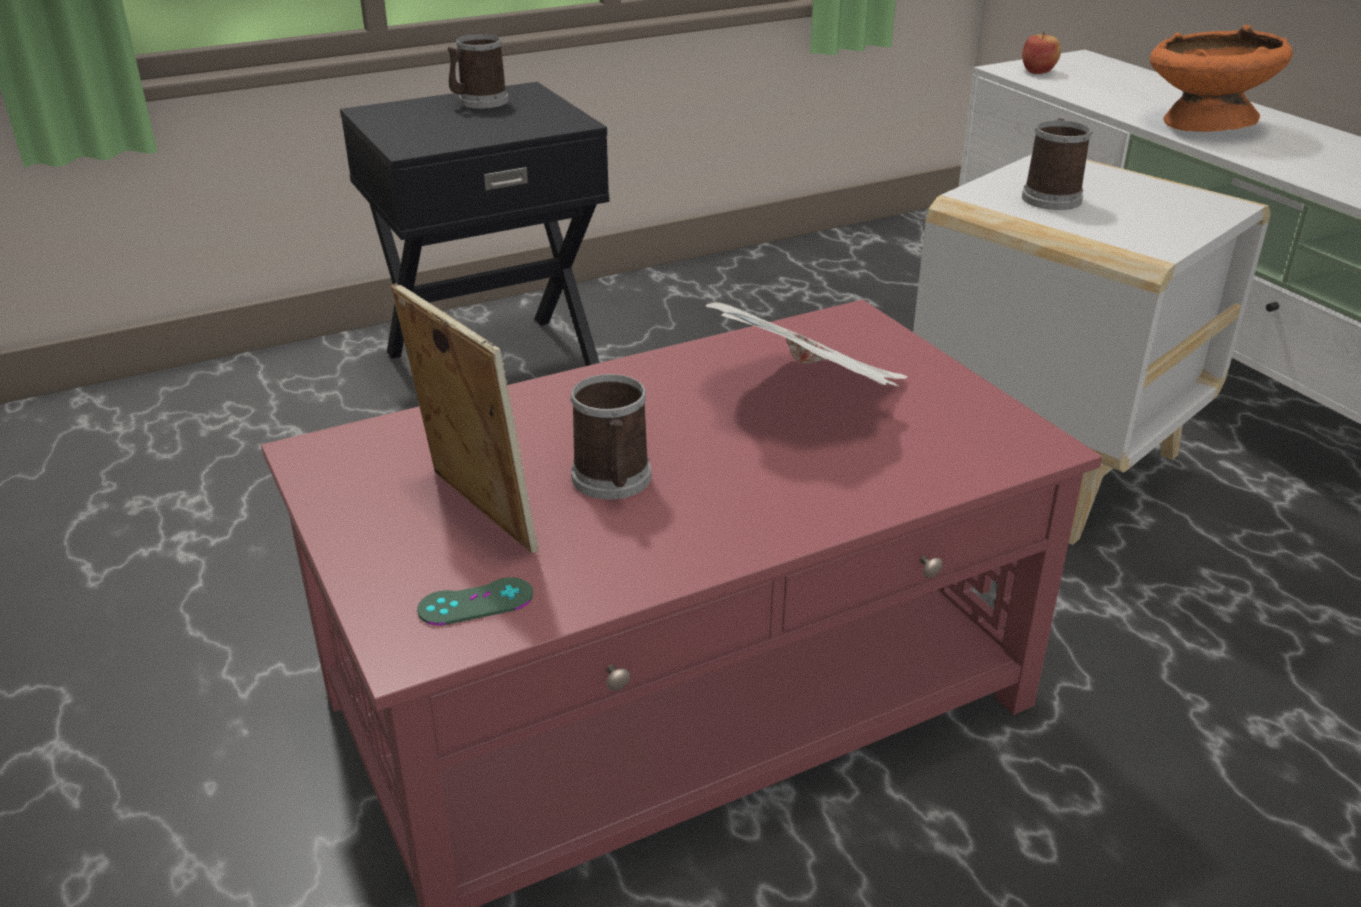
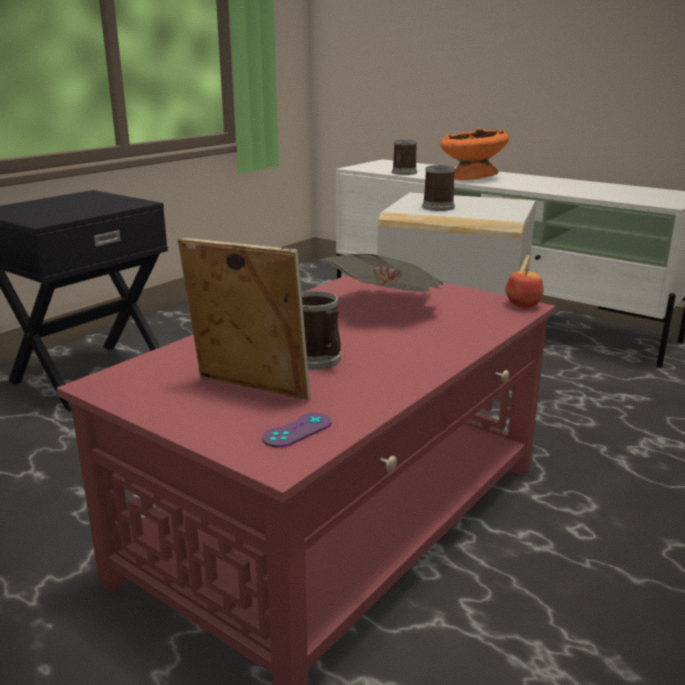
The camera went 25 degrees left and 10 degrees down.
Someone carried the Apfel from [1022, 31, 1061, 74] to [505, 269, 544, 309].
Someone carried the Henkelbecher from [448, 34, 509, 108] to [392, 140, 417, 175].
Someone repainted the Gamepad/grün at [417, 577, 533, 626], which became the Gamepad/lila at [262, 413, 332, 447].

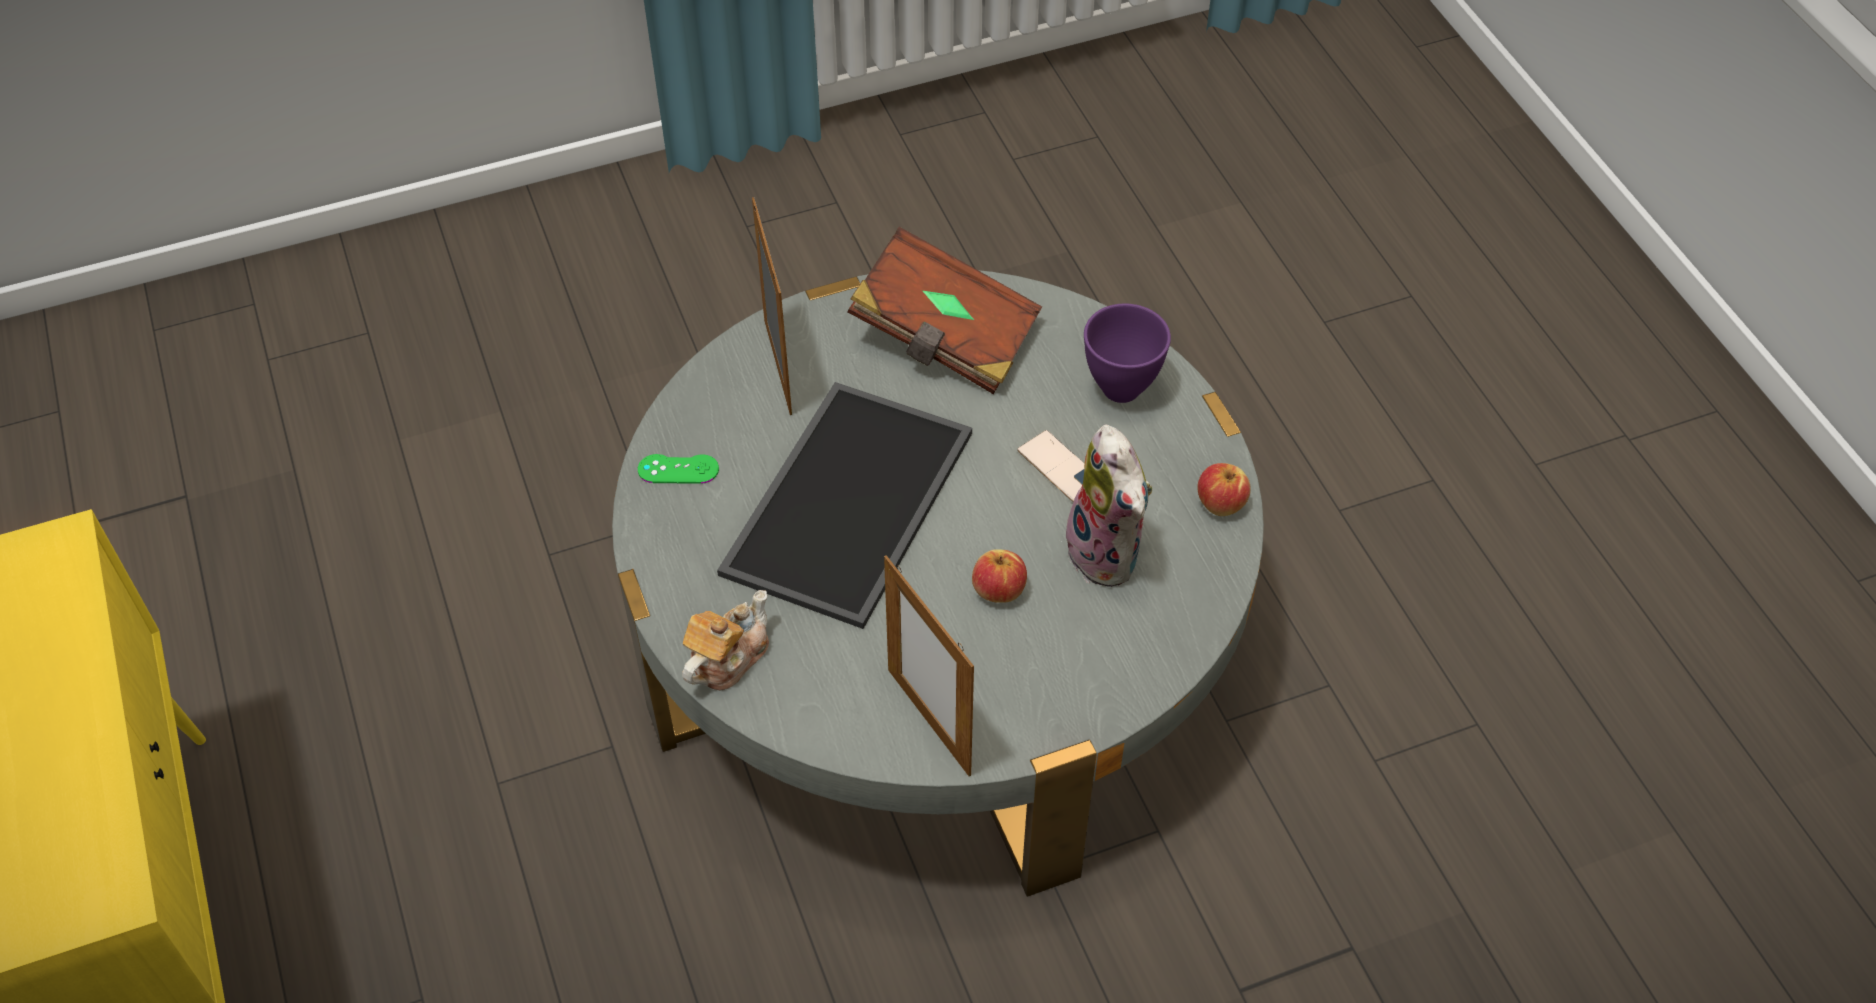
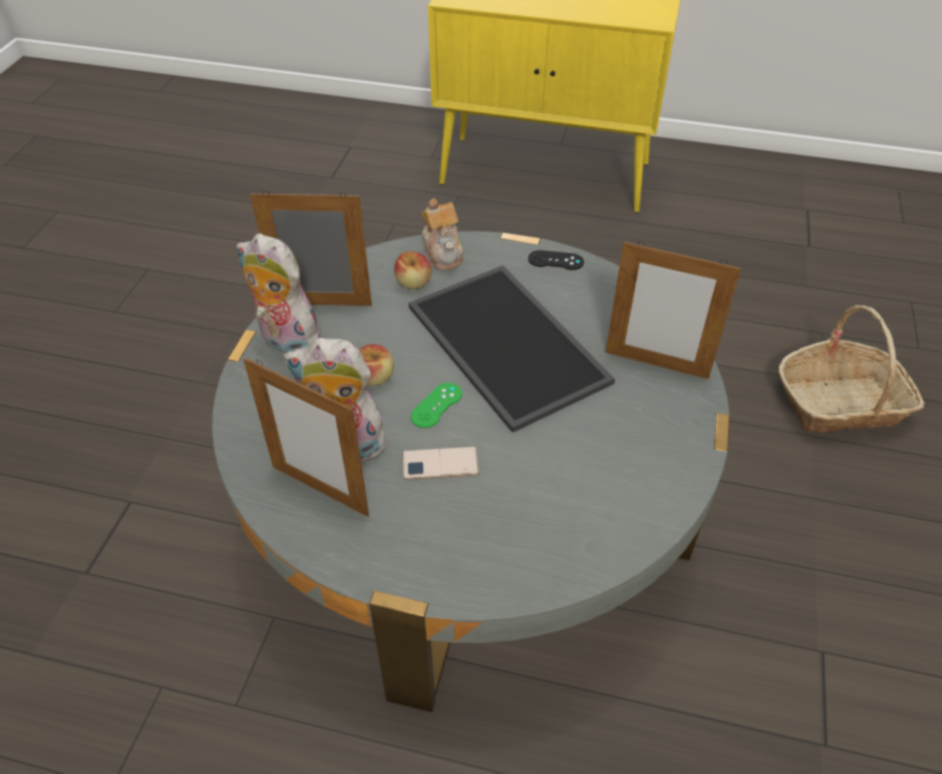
The camera went 125 degrees right and 5 degrees down.
Someone took away the Buch/braun at [848, 227, 1042, 394].
Someone took away the Schüssel/lila at [1084, 304, 1171, 403].
Someone carried the Gamepad/grün from [638, 454, 719, 484] to [411, 383, 462, 428].
Someone carried the Apfel from [1197, 463, 1251, 516] to [394, 252, 432, 289].
Someone put down the Plüschtier at [236, 233, 321, 357].
Someone put down the Gamepad/schwarz at [528, 250, 584, 270].
Someone put down the Korb at [779, 305, 925, 433].
Someone put down the Bilderrahmen at [243, 357, 369, 517].

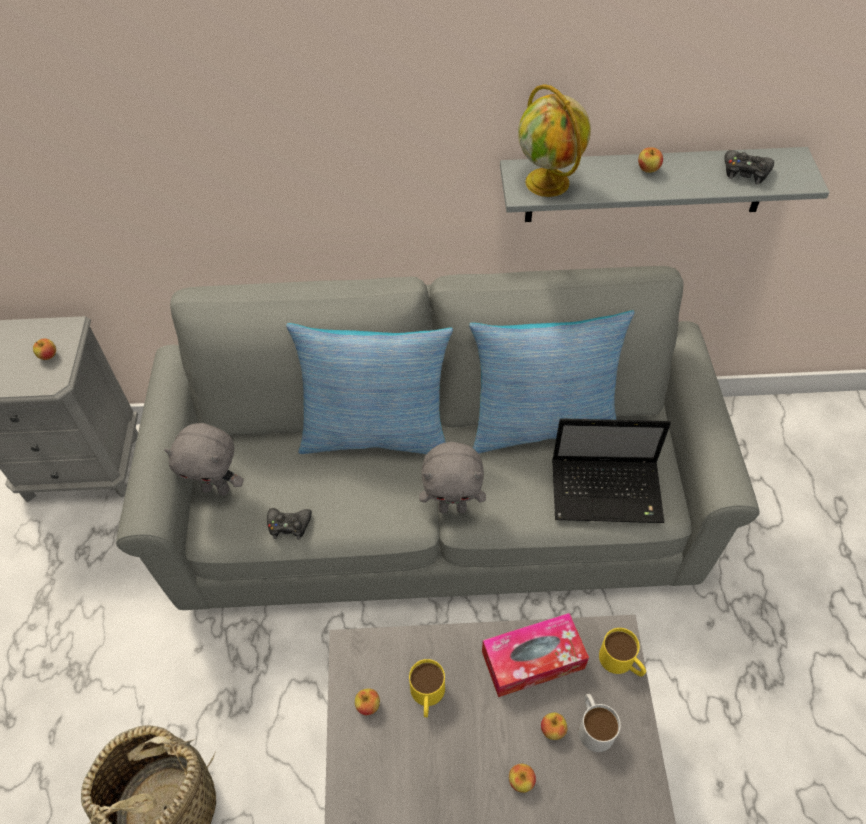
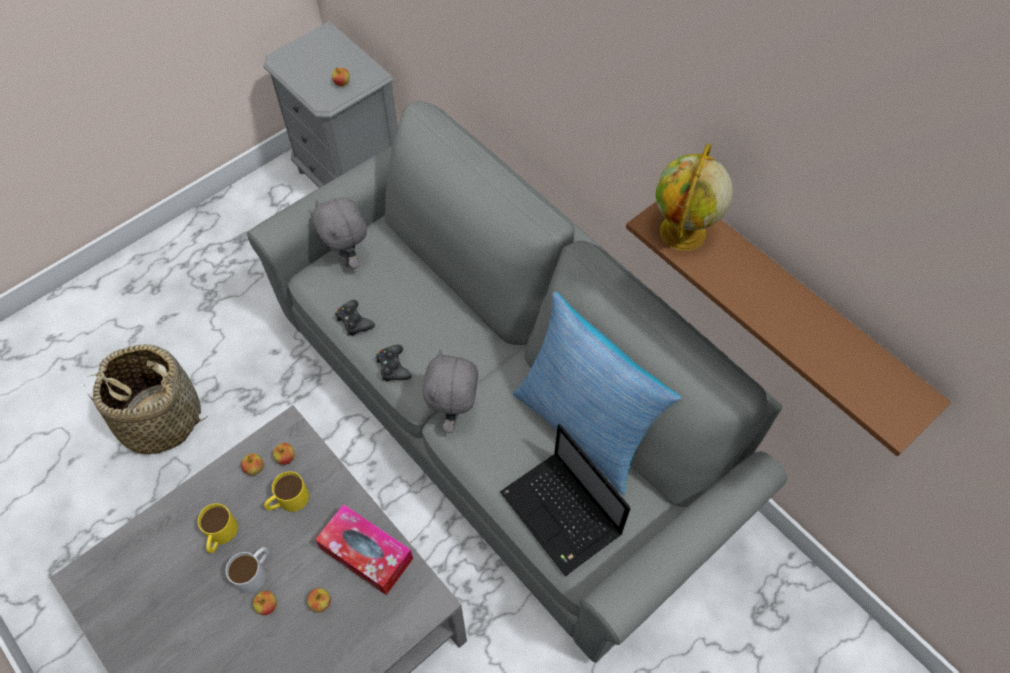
The camera went 50 degrees right and 5 degrees up.
Someone repainted the Wandregal/grau at [500, 147, 829, 222], which became the Wandregal/braun at [626, 201, 951, 456].
Someone carried the Apfel from [638, 147, 663, 173] to [273, 443, 295, 465].
Someone carried the Gamepad/schwarz from [724, 150, 774, 185] to [376, 345, 412, 381].
Someone took away the Kissen at [286, 323, 453, 454].
Someone rotated the Plüschtier/grau at [419, 442, 486, 513] by 45 degrees clockwise.
Someone carried the Henkelbecher/gelb from [599, 628, 646, 677] to [198, 503, 238, 553].
Someone carried the Henkelbecher/weiß from [579, 694, 621, 752] to [226, 547, 269, 593].

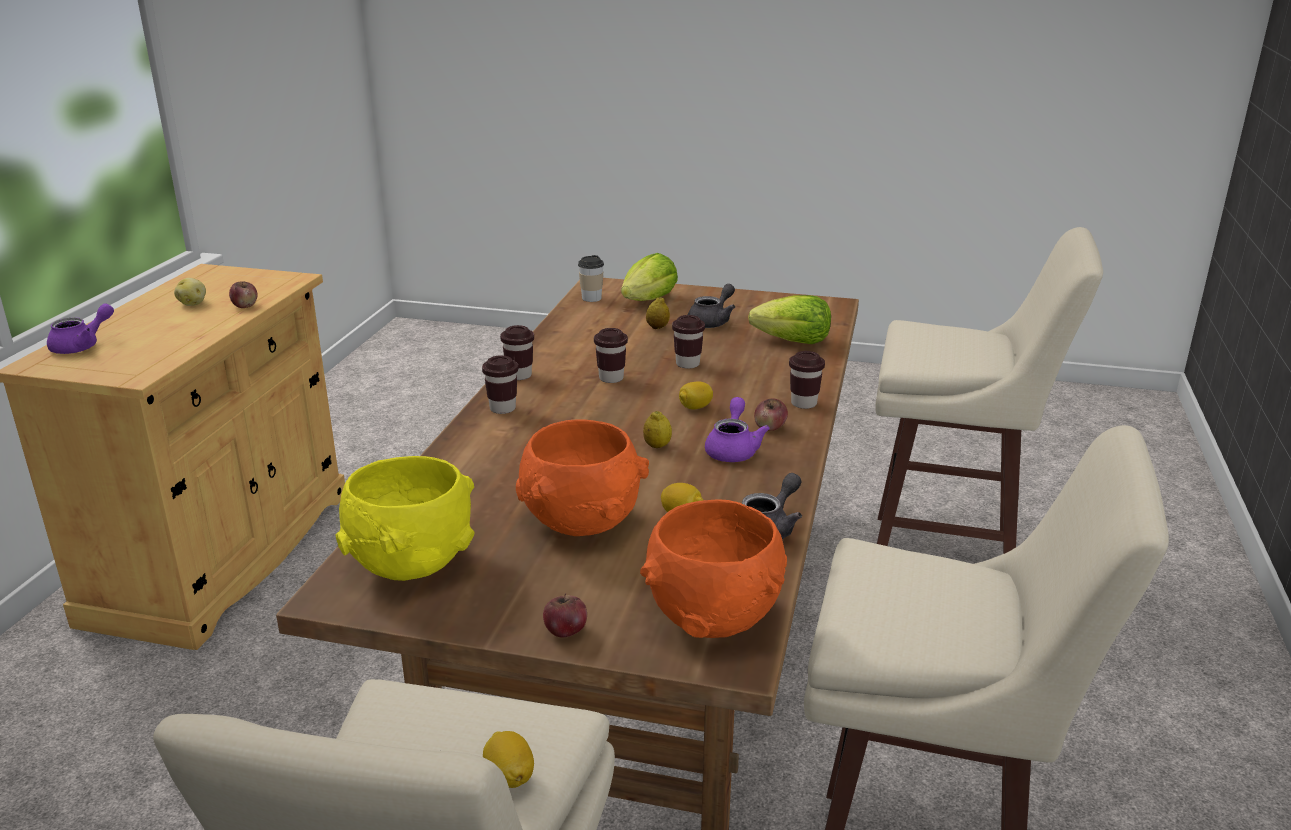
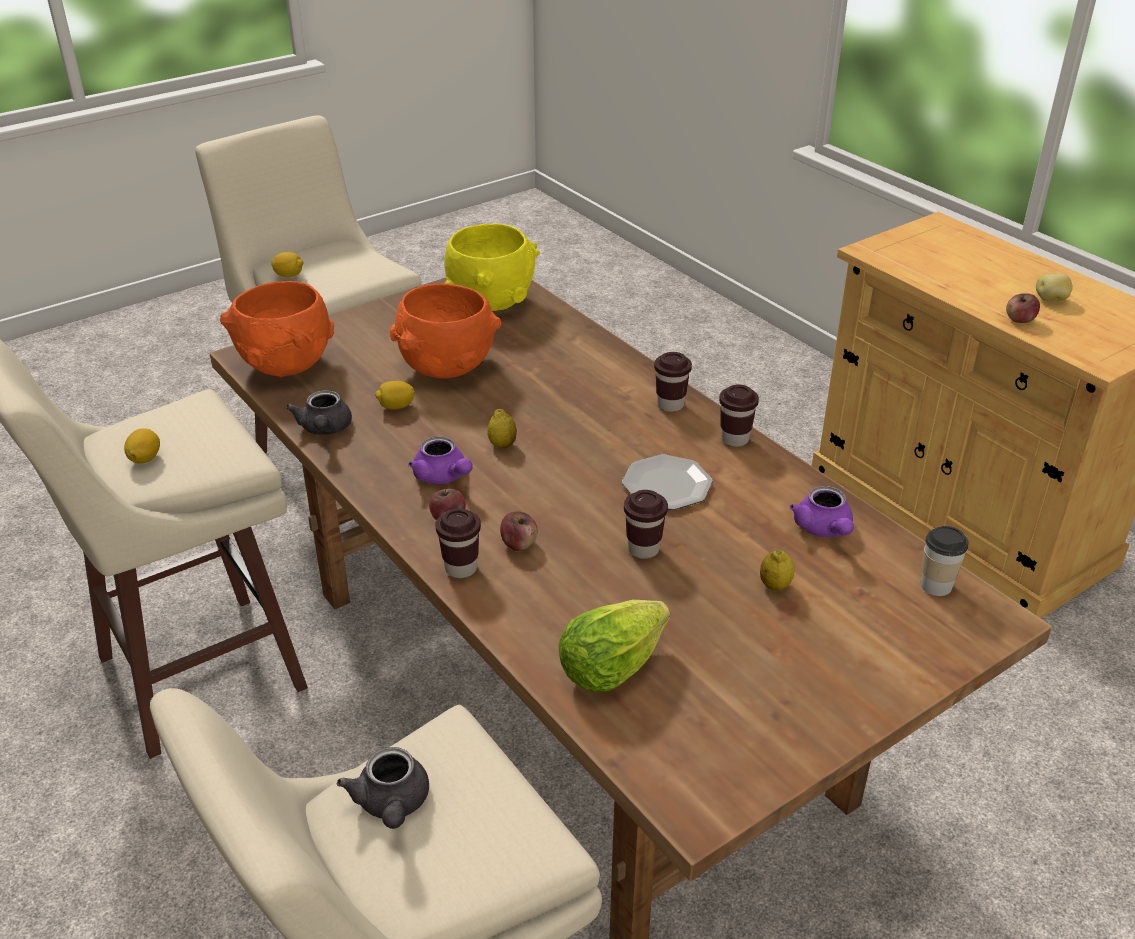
The camera went 130 degrees right and 10 degrees up.
Someone took away the Salatkopf at [621, 253, 678, 301].
Someone carried the Teekanne/grau from [688, 284, 735, 328] to [337, 747, 429, 829].
Someone carried the Teekanne/lila from [47, 303, 114, 354] to [790, 486, 854, 537].
Someone swapped the Tasse/braun at [594, 328, 628, 383] for the Teller at [622, 454, 713, 510].
Someone carried the Zitrone from [679, 381, 713, 409] to [124, 428, 160, 464].
Someone carried the Apfel from [543, 593, 587, 637] to [500, 511, 537, 551].

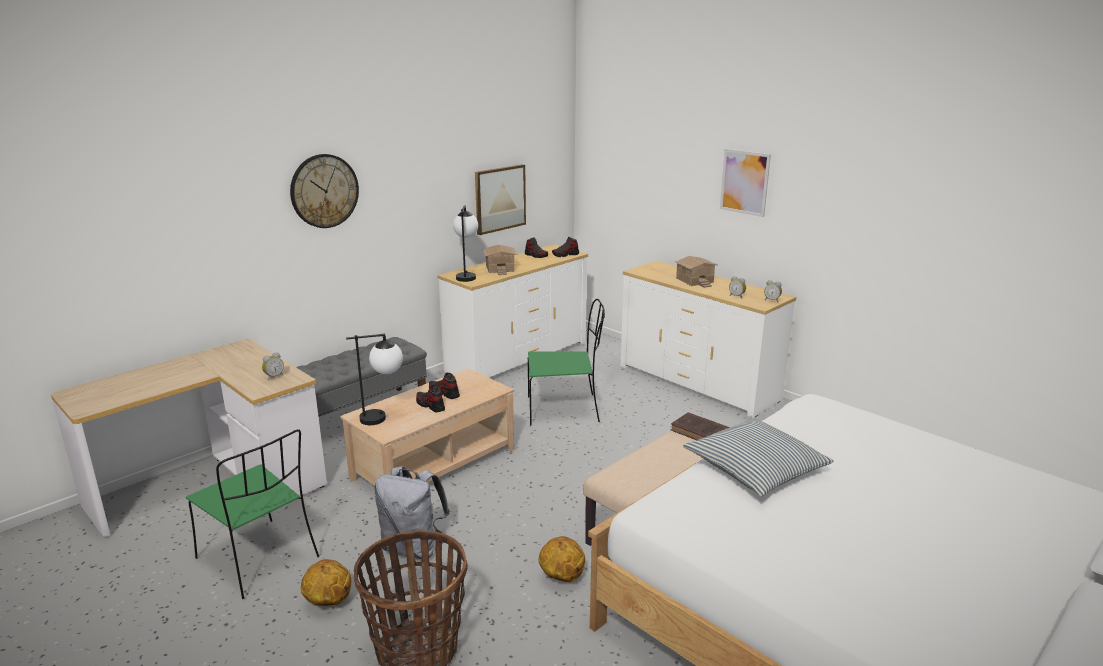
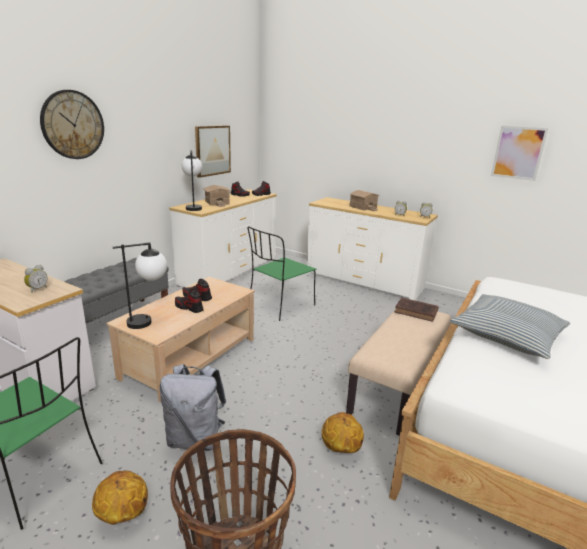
The camera went 15 degrees left and 0 degrees up.
Someone carried the Bild from [720, 149, 771, 217] to [491, 126, 548, 181].
Someone rotated the Stuhl/grün at [528, 299, 605, 425] by 150 degrees clockwise.

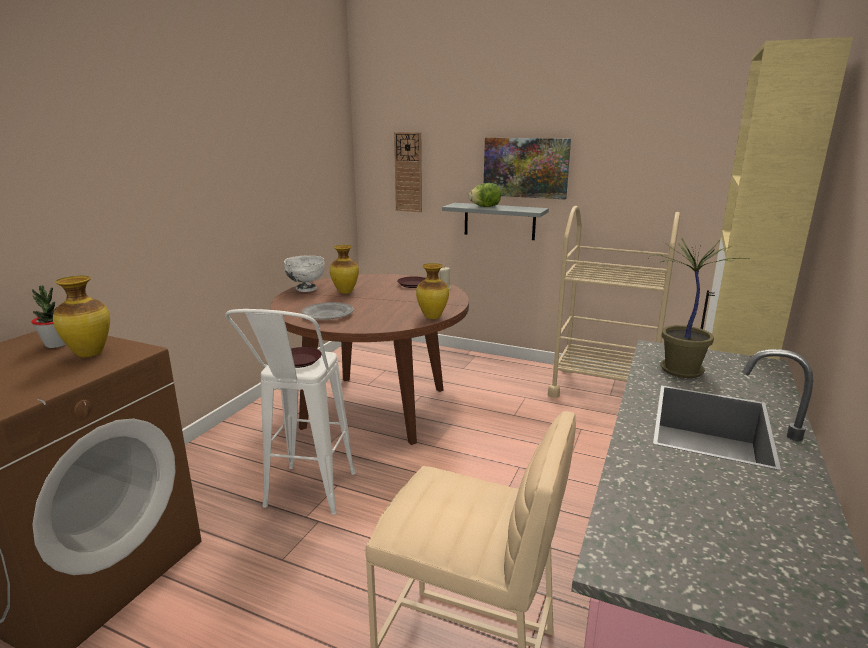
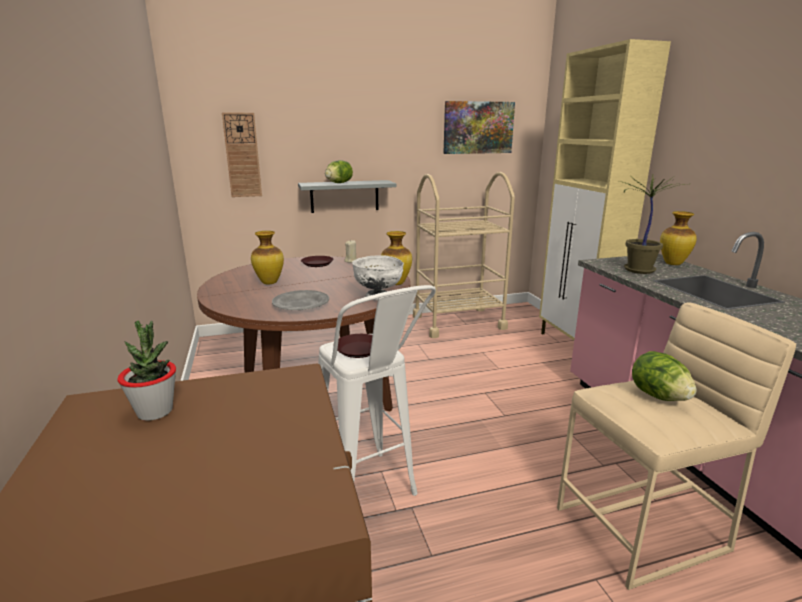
The camera went 40 degrees left and 0 degrees up.
Someone carried the Bild from [484, 138, 571, 200] to [443, 101, 515, 154].
Someone carried the Schüssel/weiß from [284, 255, 324, 292] to [352, 255, 404, 300].
Someone carried the Vase from [53, 276, 110, 357] to [660, 211, 697, 265].
Someone put down the Salatkopf at [632, 351, 697, 401].

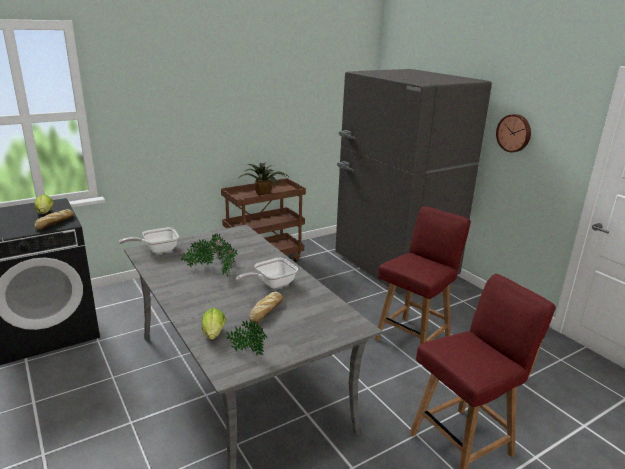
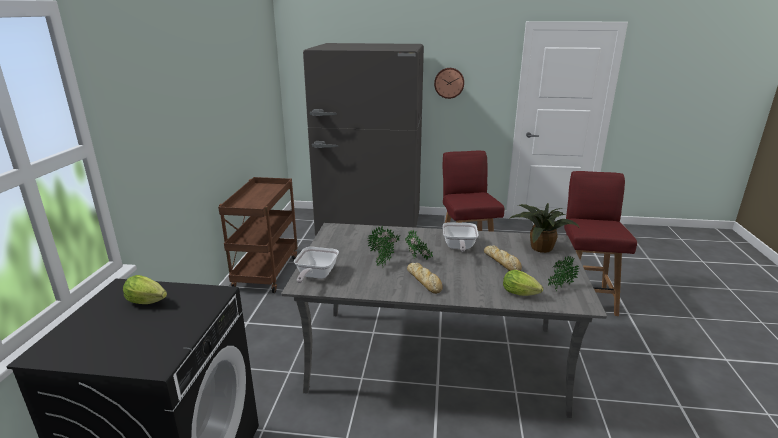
The camera went 50 degrees left and 0 degrees up.
Someone carried the Topfpflanze from [237, 162, 286, 195] to [509, 203, 579, 253].
Someone carried the Brot from [35, 209, 74, 230] to [407, 263, 443, 294].

